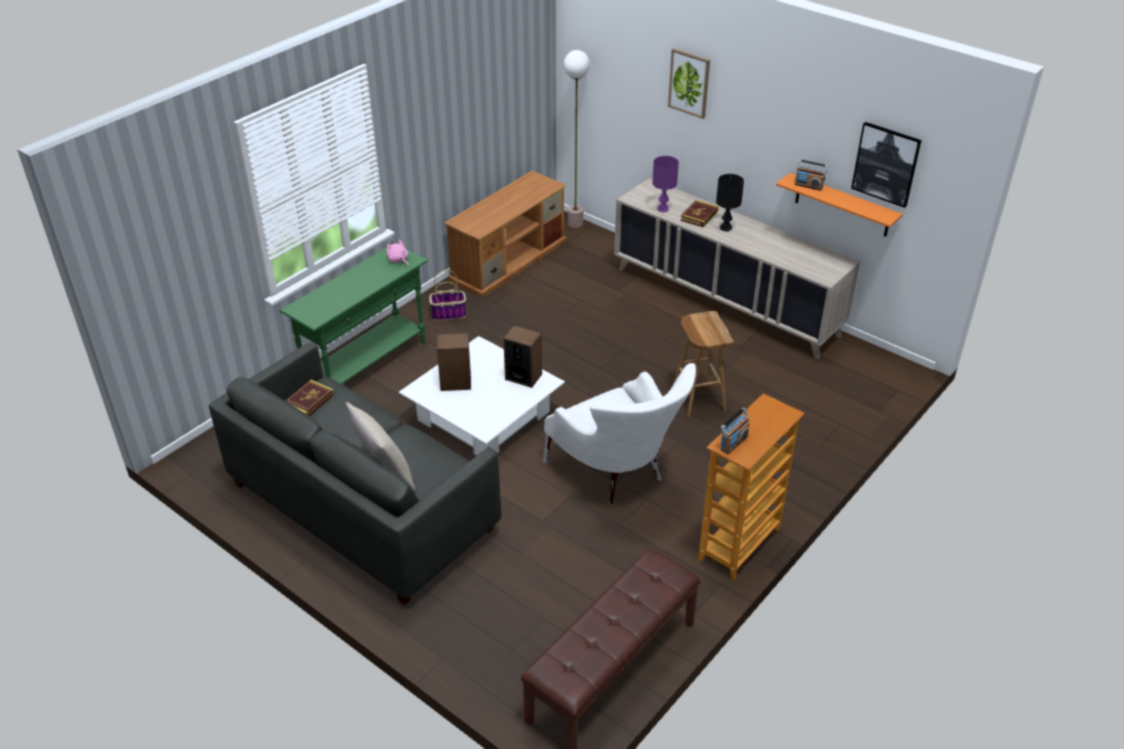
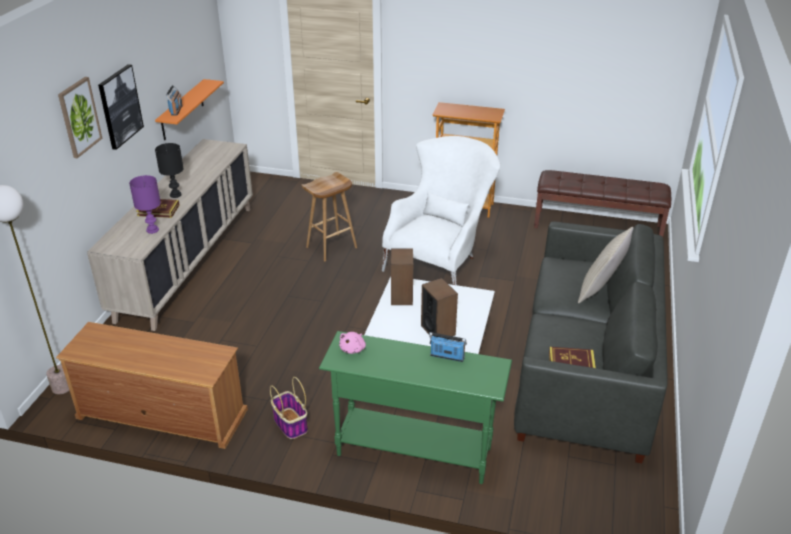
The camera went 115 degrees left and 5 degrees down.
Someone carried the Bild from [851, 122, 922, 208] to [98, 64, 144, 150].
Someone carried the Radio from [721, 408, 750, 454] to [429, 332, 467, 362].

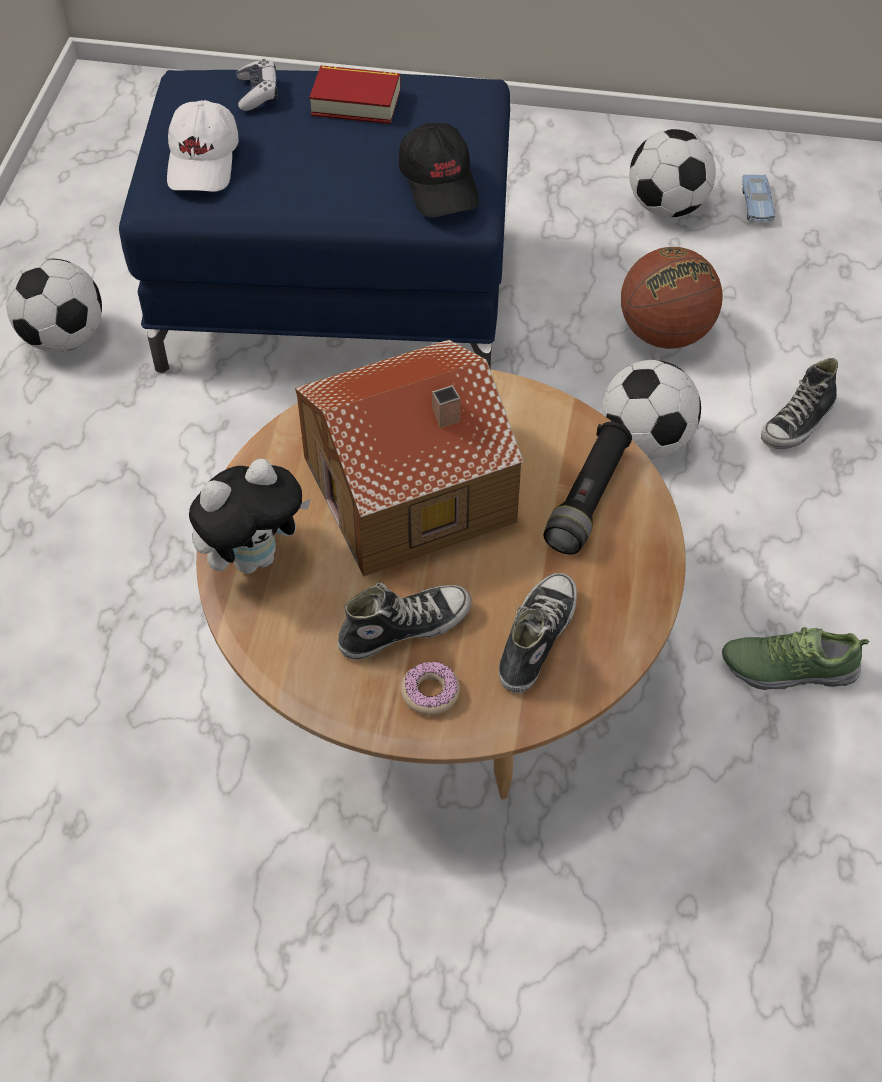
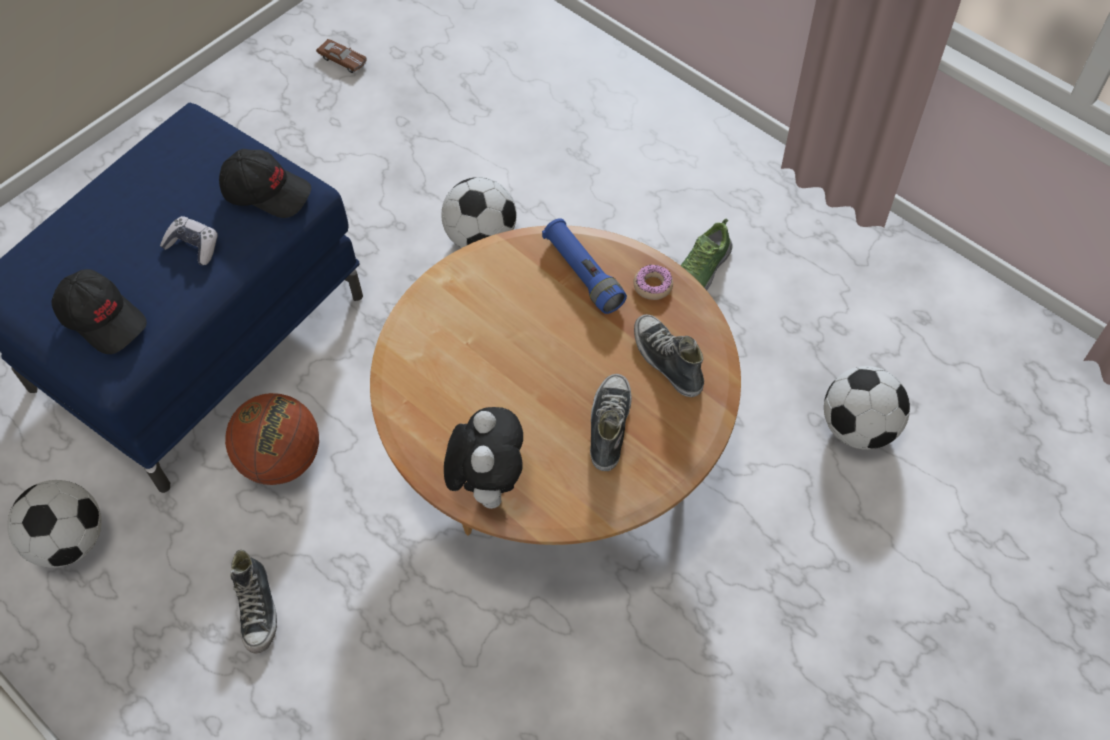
The camera went 55 degrees left and 5 degrees up.
Someone carried the Gamepad from [237, 59, 278, 111] to [160, 216, 218, 265].
Someone took away the Buch at [309, 65, 401, 124].
Someone repainted the Kappe/weiß at [167, 100, 239, 192], which became the Kappe/schwarz at [52, 269, 147, 354].
Someone carried the Fußball from [629, 129, 716, 217] to [824, 366, 910, 450].
Someone repainted the Spielzeugauto/blau at [742, 174, 775, 222], which became the Spielzeugauto/braun at [316, 39, 367, 73].
Someone carried the Basketball from [621, 247, 722, 349] to [225, 393, 319, 485].
Someone took away the Spielzeughaus at [295, 340, 524, 577].
Someone carried the Schuh from [761, 358, 838, 449] to [230, 550, 277, 654].
Someone repainted the Taschenlampe/schwarz at [544, 422, 632, 554], which became the Taschenlampe/blau at [542, 218, 627, 314].
Someone carried the Donut from [401, 661, 460, 715] to [633, 265, 673, 300].

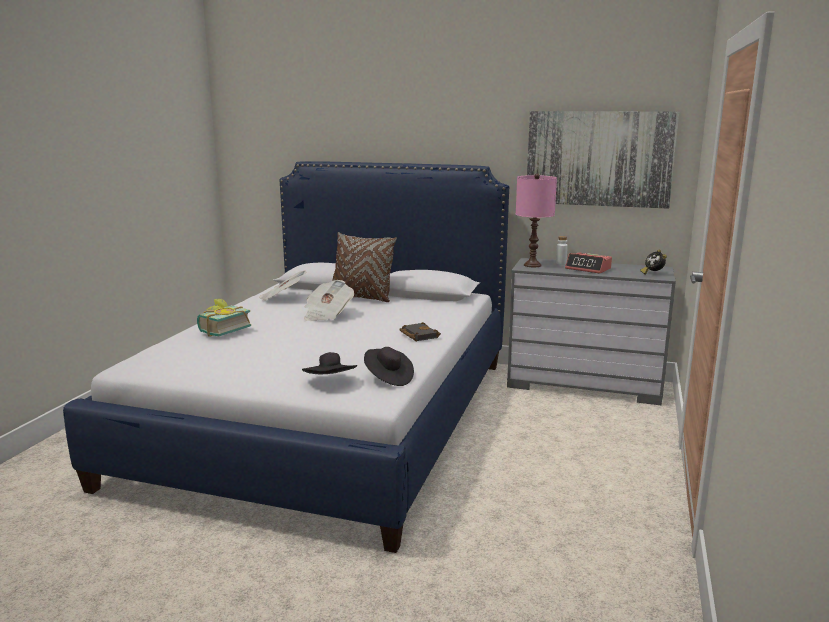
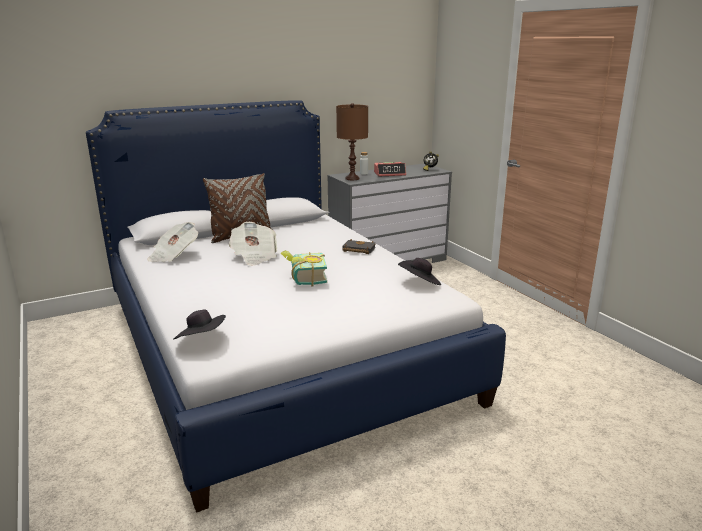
The camera went 45 degrees left and 5 degrees up.
Someone took away the Bild at [527, 111, 679, 209].
Someone repainted the Tischlampe/rosa at [516, 174, 557, 267], which became the Tischlampe/braun at [336, 103, 368, 180].
Someone carried the Buch from [197, 299, 251, 337] to [281, 250, 327, 287].
Someone carried the Hut/schwarz from [302, 352, 357, 374] to [173, 309, 226, 340].

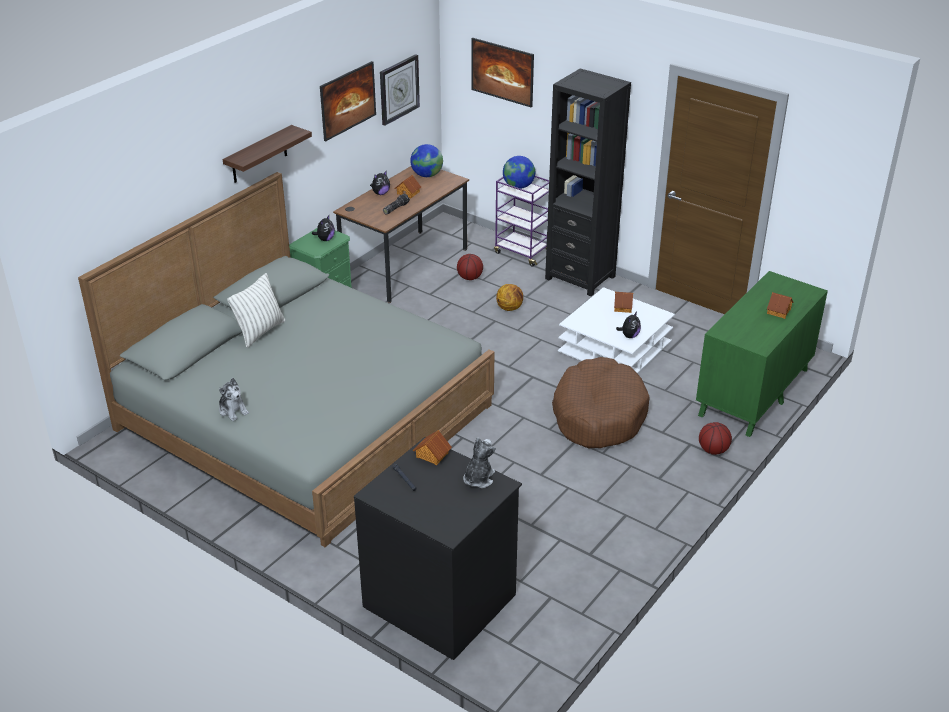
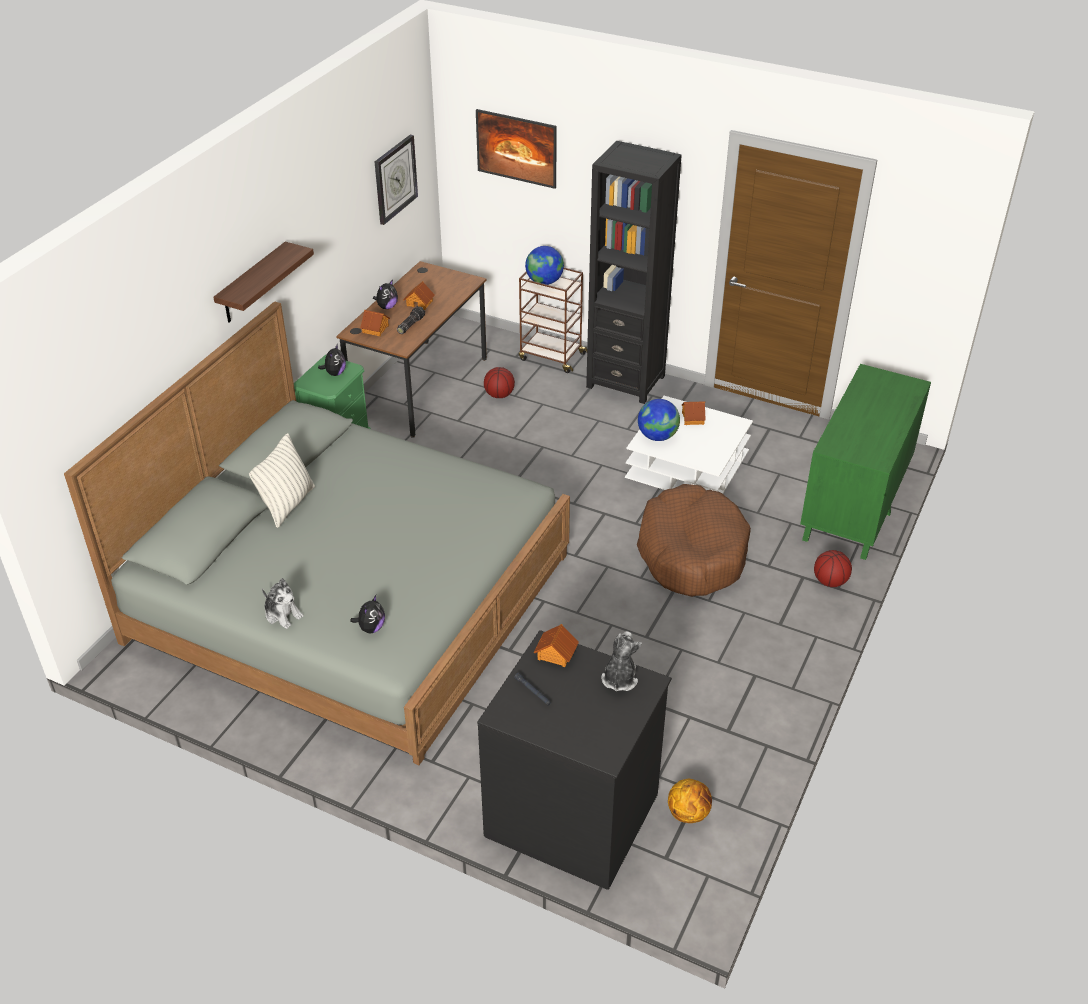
The camera went 10 degrees left and 5 degrees up.
Someone took away the Bild at [320, 61, 376, 141].
Someone carried the Globus from [410, 144, 443, 177] to [638, 399, 680, 441].
Someone repainted the Rollwagen/lila at [494, 176, 549, 267], which became the Rollwagen/braun at [519, 267, 587, 373].
Someone carried the Basketball from [496, 284, 523, 311] to [668, 779, 712, 823].
Someone carried the Spielzeughaus from [767, 292, 793, 319] to [360, 310, 390, 336].
Someone carried the Plüschtier from [616, 312, 641, 338] to [350, 595, 385, 634].

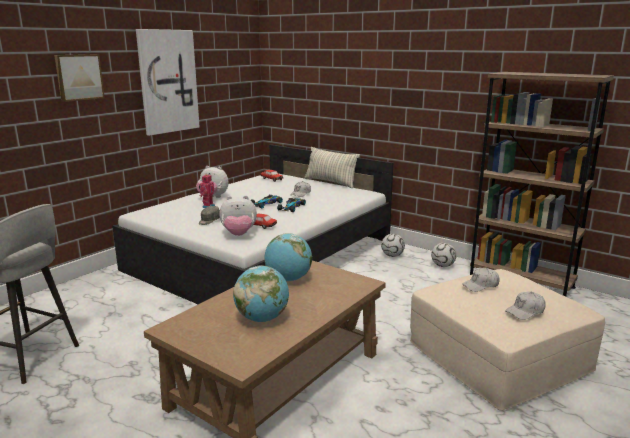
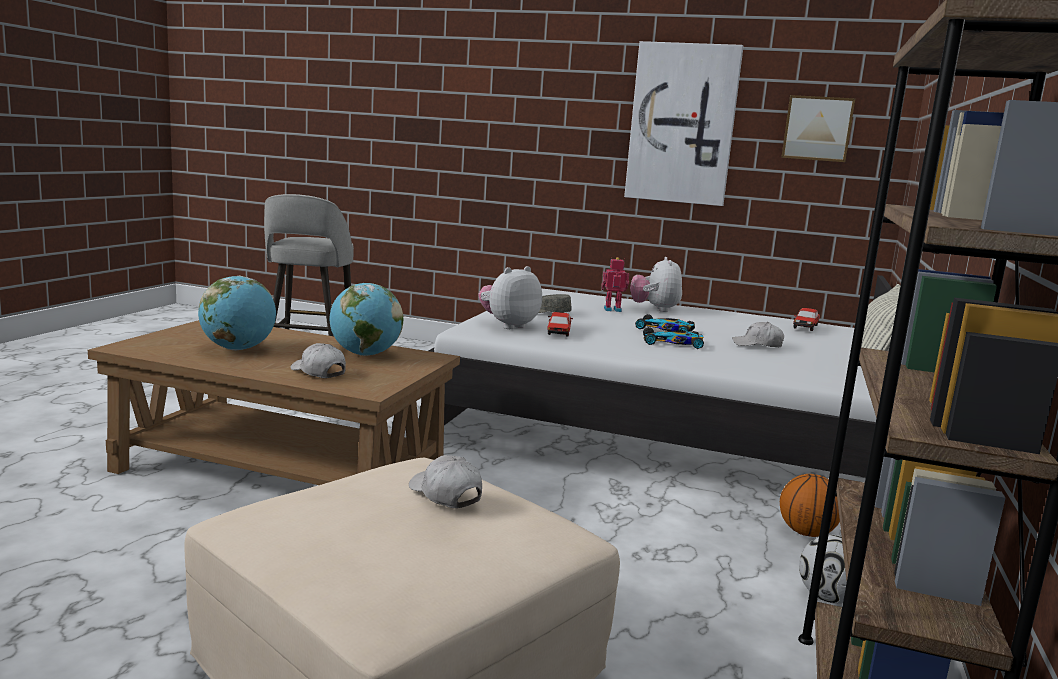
The camera went 70 degrees right and 5 degrees down.
Someone carried the Bild from [54, 54, 105, 102] to [781, 95, 856, 162].
Someone rotated the Plüschtier at [219, 195, 257, 236] by 75 degrees clockwise.
Someone swapped the Fußball at [381, 234, 405, 257] for the Basketball at [780, 474, 840, 537].
Someone carried the Kappe/weiß from [505, 291, 546, 320] to [290, 343, 346, 378].

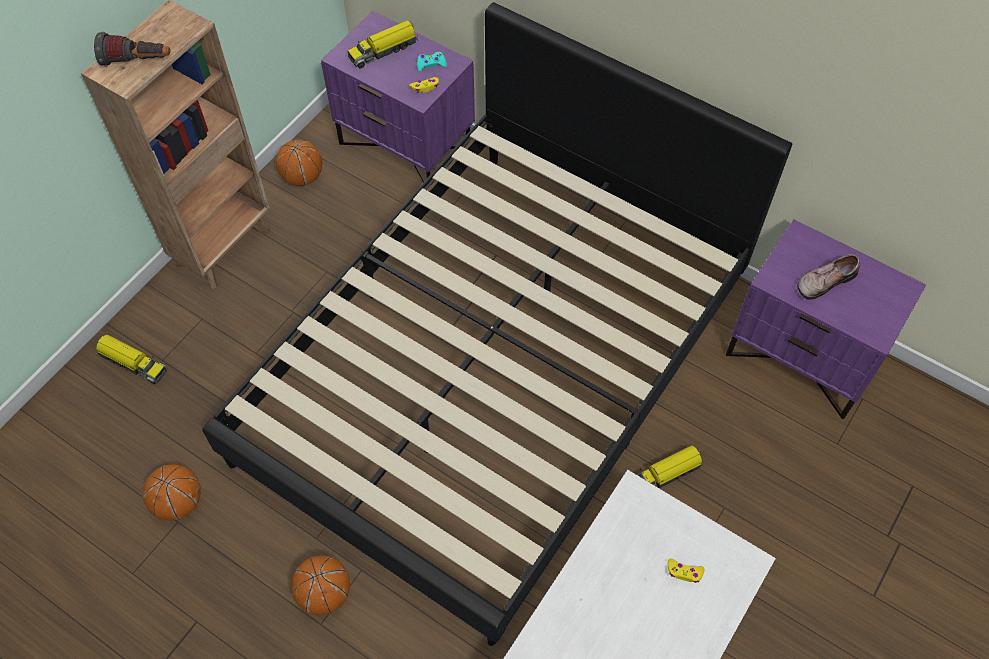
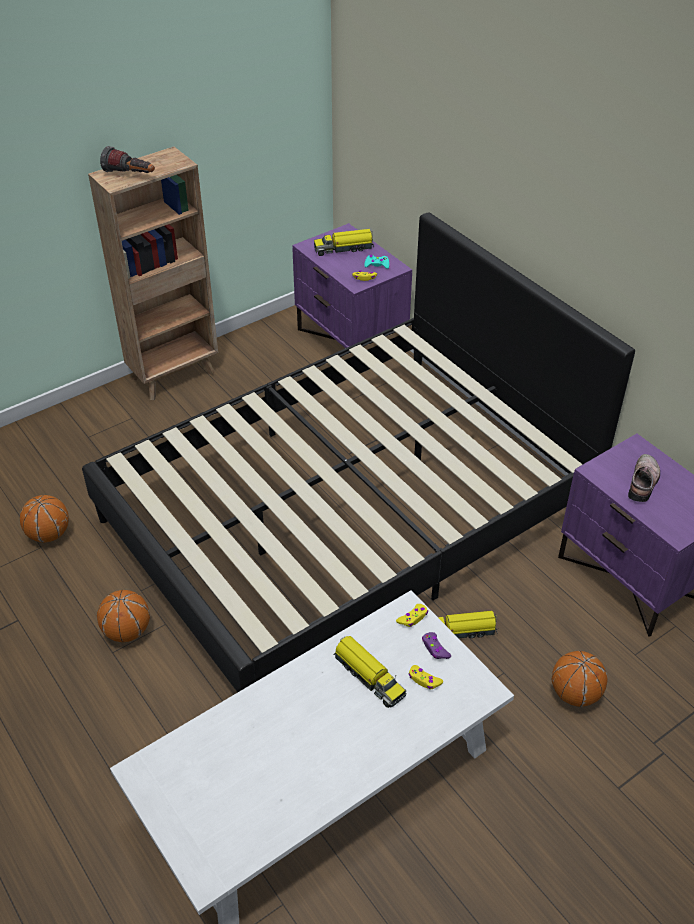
The camera went 20 degrees right and 15 degrees down.
Someone carried the Basketball from [276, 139, 322, 186] to [552, 651, 608, 707].
Someone rotated the Schuh at [797, 254, 860, 300] by 120 degrees clockwise.
Someone carried the Spielzeuglaster from [96, 335, 167, 384] to [333, 636, 406, 708].
Someone put down the Gamepad/gelb at [396, 604, 428, 627].
Someone put down the Gamepad/lila at [422, 632, 451, 659].

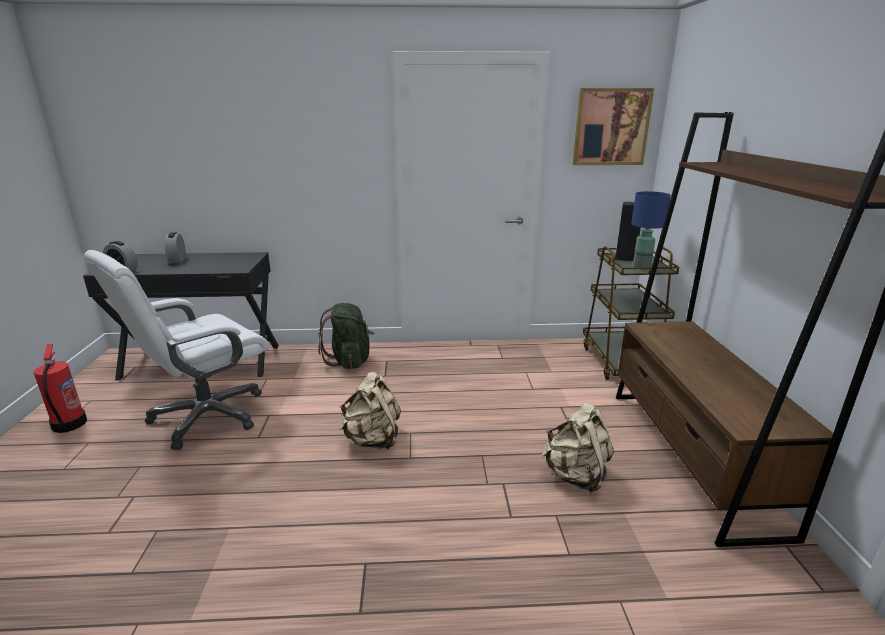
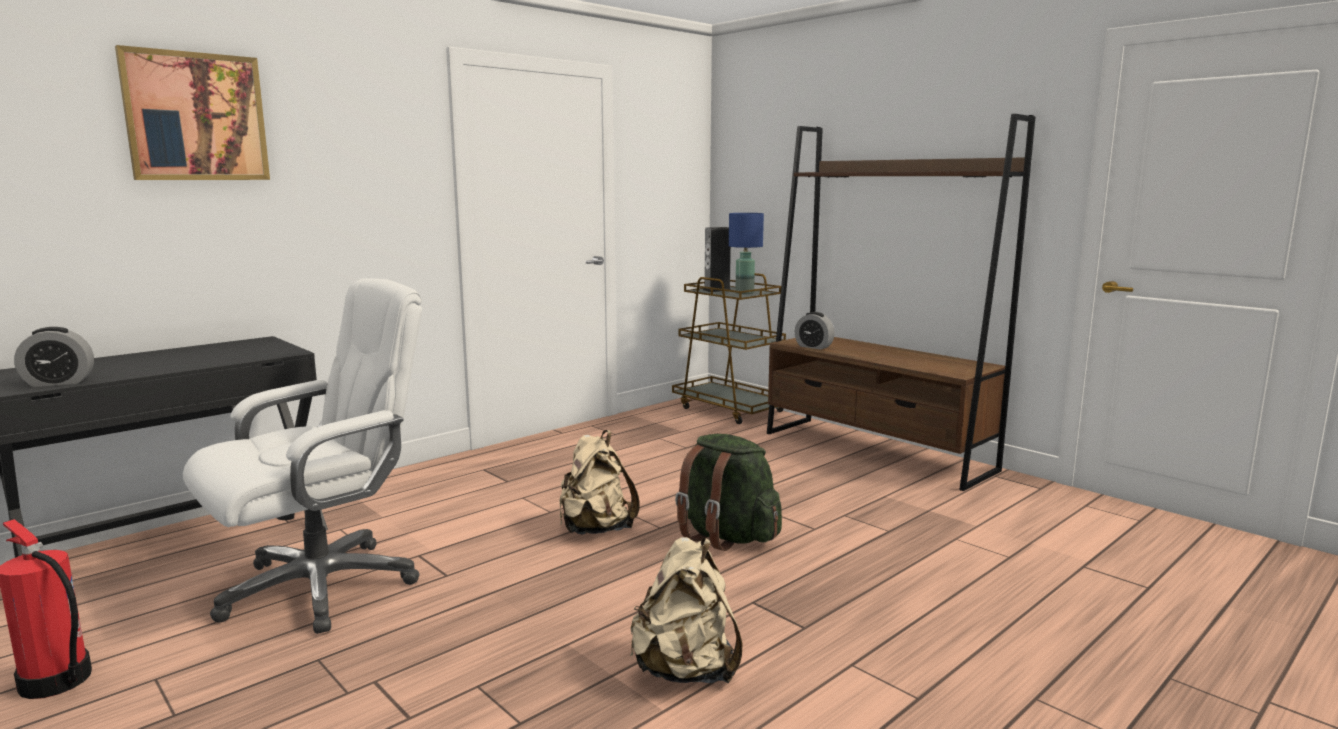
The camera went 40 degrees left and 10 degrees down.
Someone carried the Bild from [573, 88, 654, 165] to [115, 45, 270, 180].
Someone carried the Wecker from [165, 232, 186, 263] to [795, 312, 835, 349].
Someone rotated the Bürostuhl/weiß at [84, 250, 269, 450] by 135 degrees counterclockwise.
Someone carried the Rucksack/grün from [318, 303, 374, 369] to [675, 434, 782, 551].
Someone carried the Rucksack/beige from [541, 403, 614, 493] to [630, 537, 742, 683].

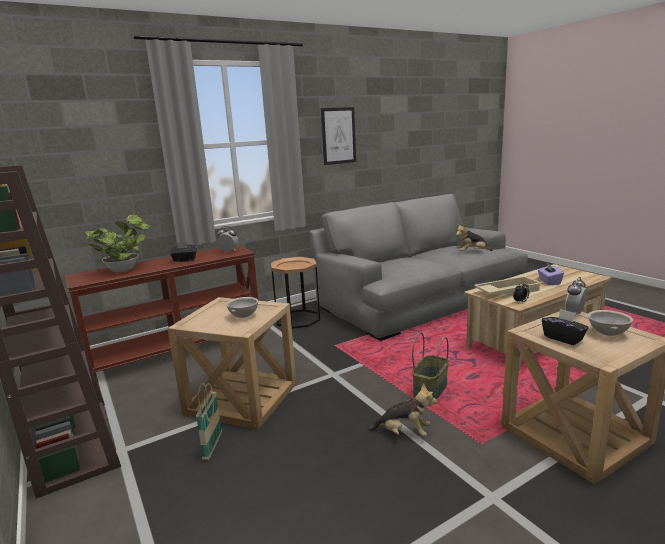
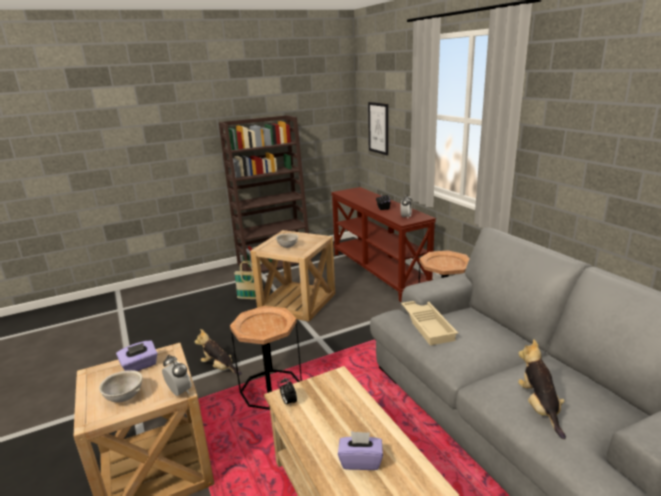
The camera went 95 degrees right and 5 degrees up.
Someone carried the Bild from [321, 107, 356, 165] to [368, 102, 388, 155].
Someone took away the Topfpflanze at [85, 214, 151, 273].
Someone carried the Tablett/beige from [474, 276, 542, 297] to [401, 301, 458, 346].
Someone repainted the Taschentuchbox/schwarz at [542, 308, 589, 345], which became the Taschentuchbox/lila at [116, 340, 158, 371].
Someone swapped the Korb at [412, 332, 449, 399] for the Beistelltisch/braun at [230, 306, 302, 410].
Someone rotated the Plüschtier at [368, 384, 437, 436] by 105 degrees clockwise.

